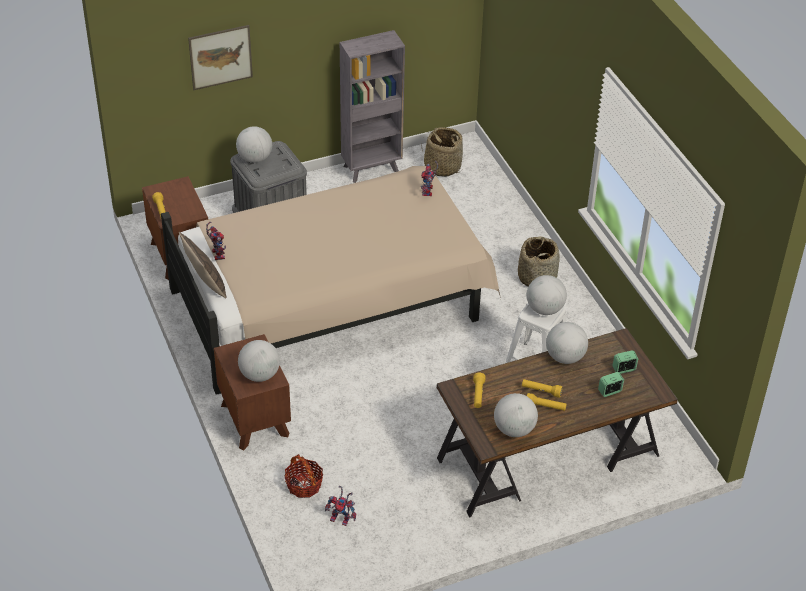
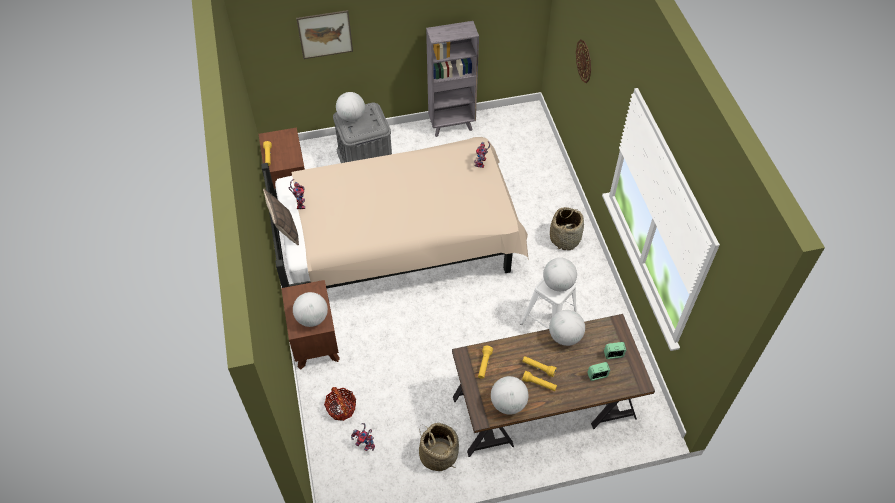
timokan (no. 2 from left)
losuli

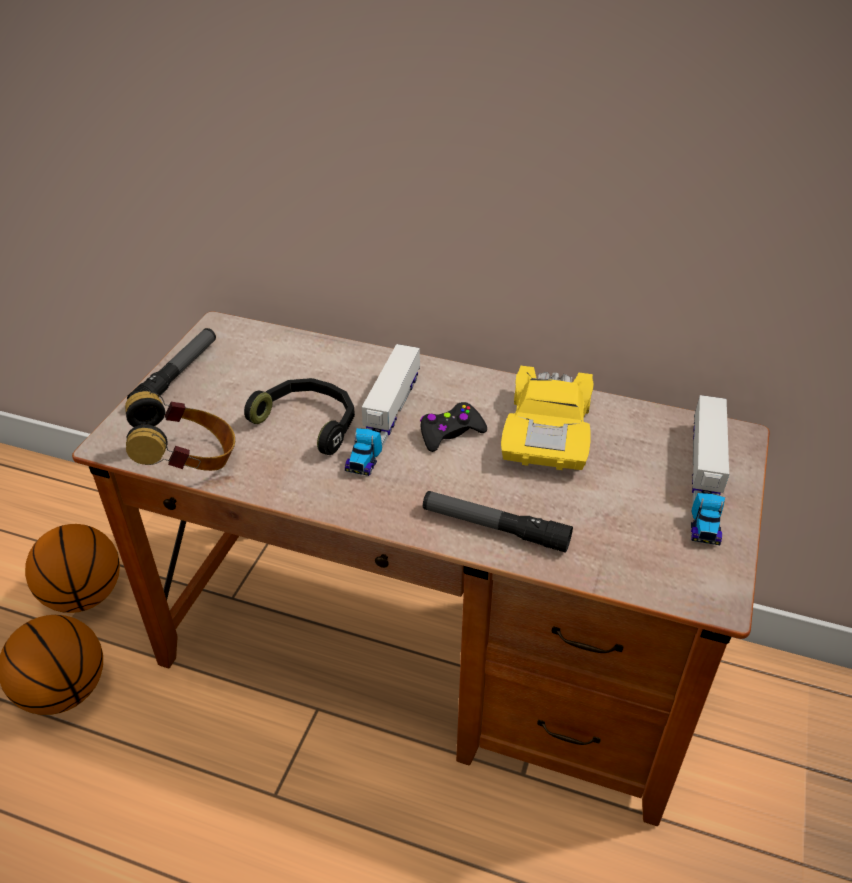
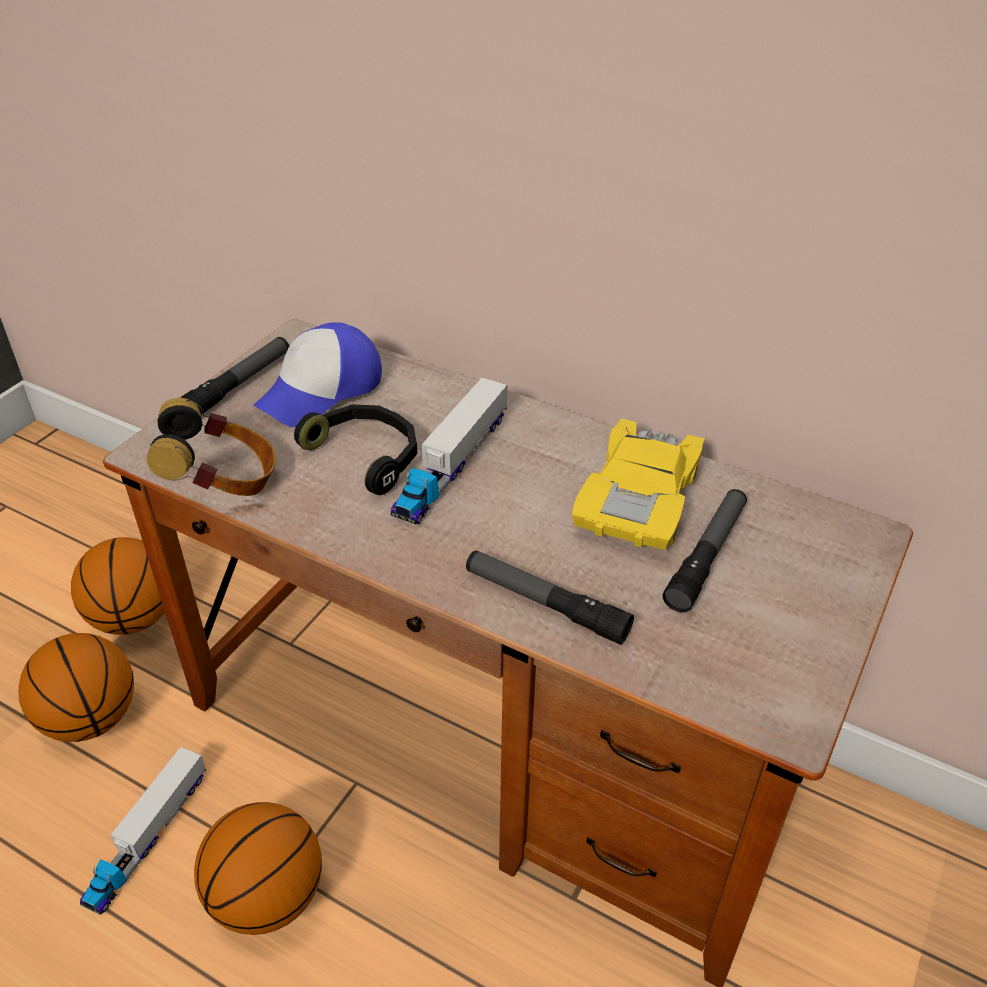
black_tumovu
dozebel (no. 1 from left)
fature (no. 3 from left)
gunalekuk
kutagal (no. 3 from left)

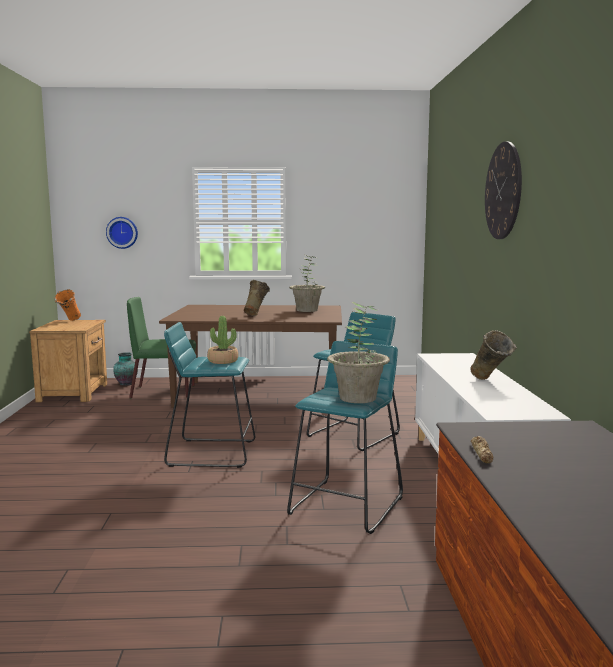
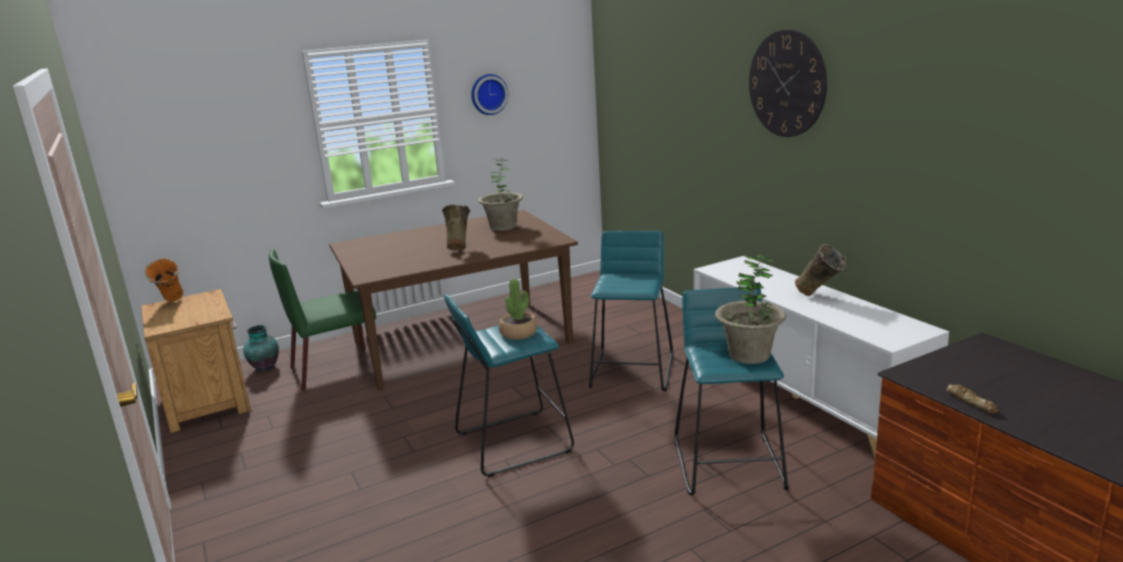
losuli (no. 1 from left)

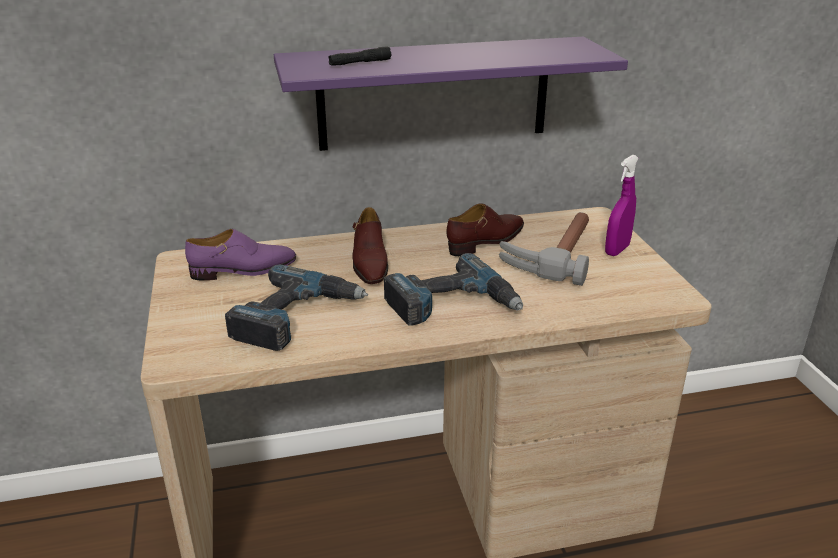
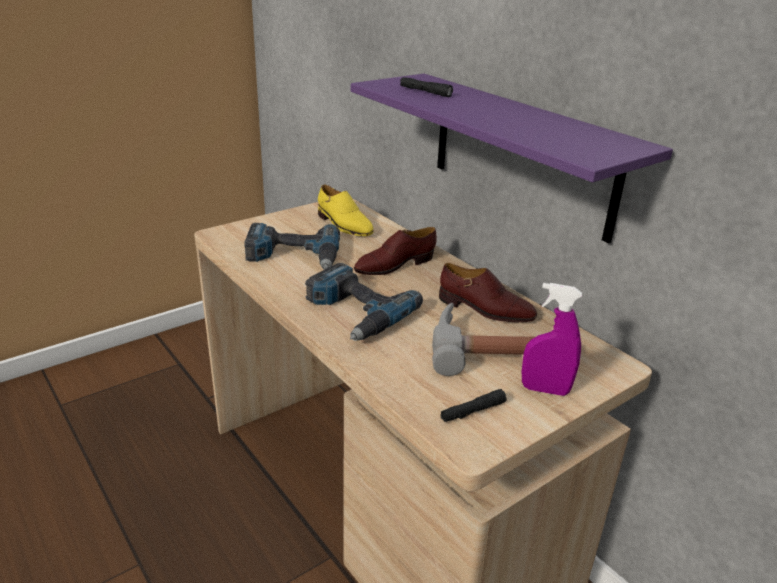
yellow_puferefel
black_kutagal (no. 2 from left)

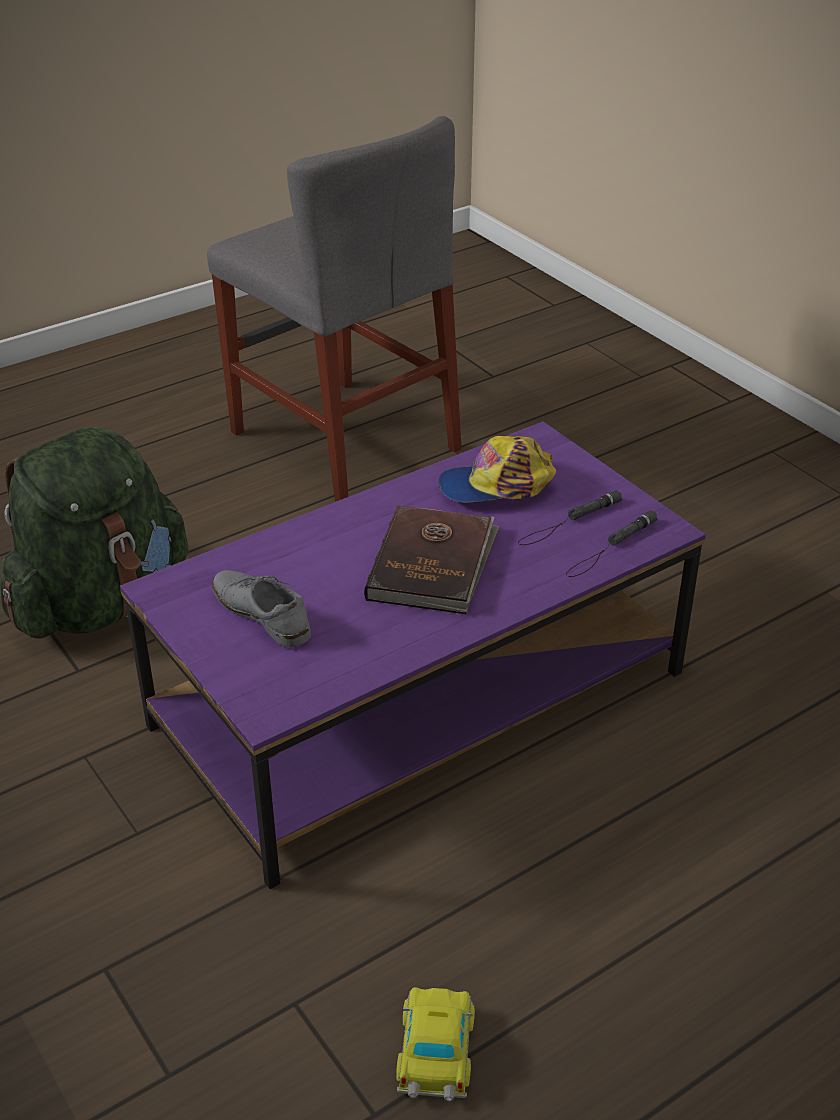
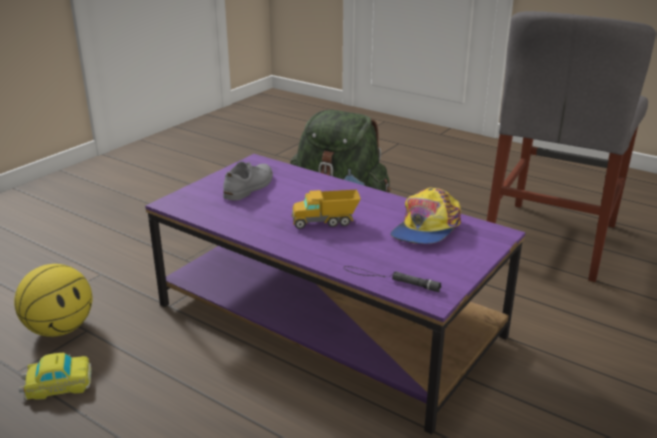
dozebel
gunalekuk
black_kutagal (no. 1 from left in the first image)
fature

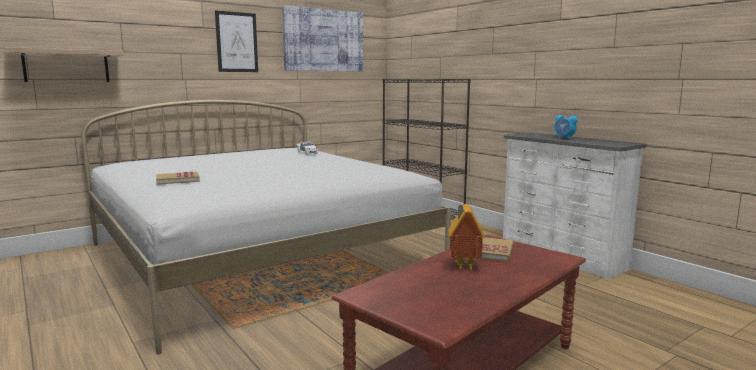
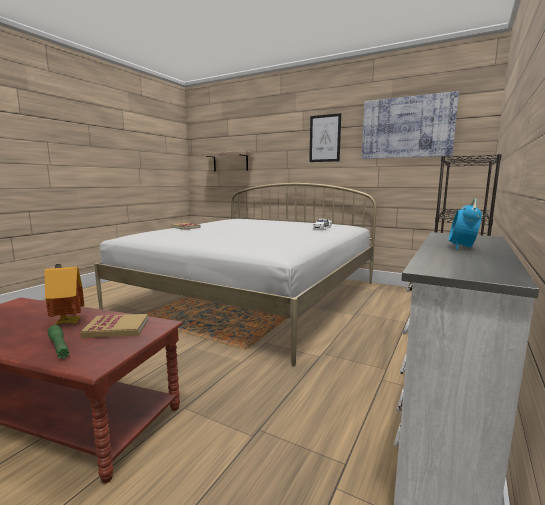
green_kutagal

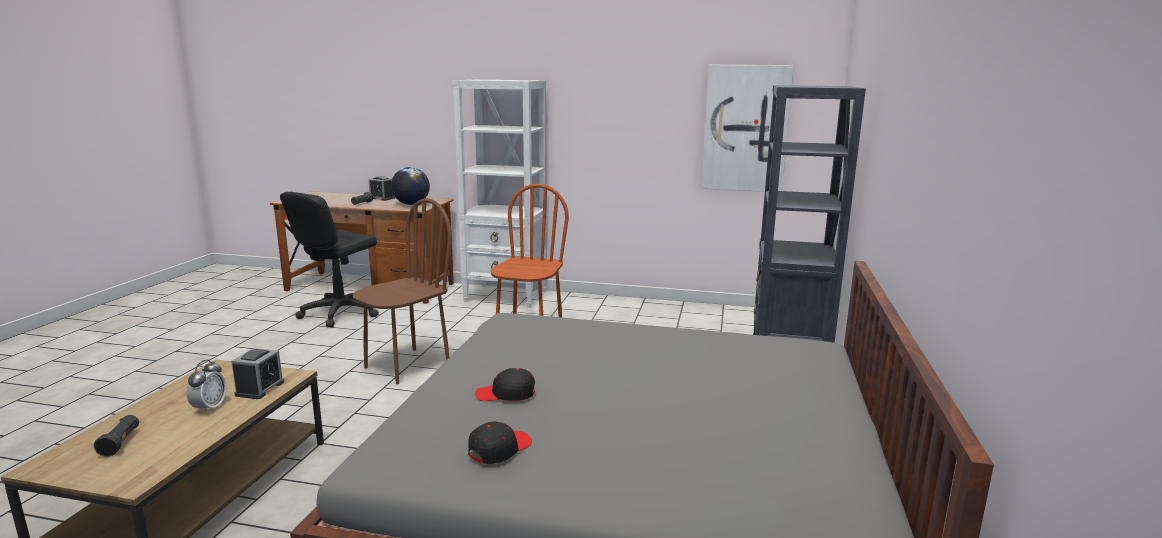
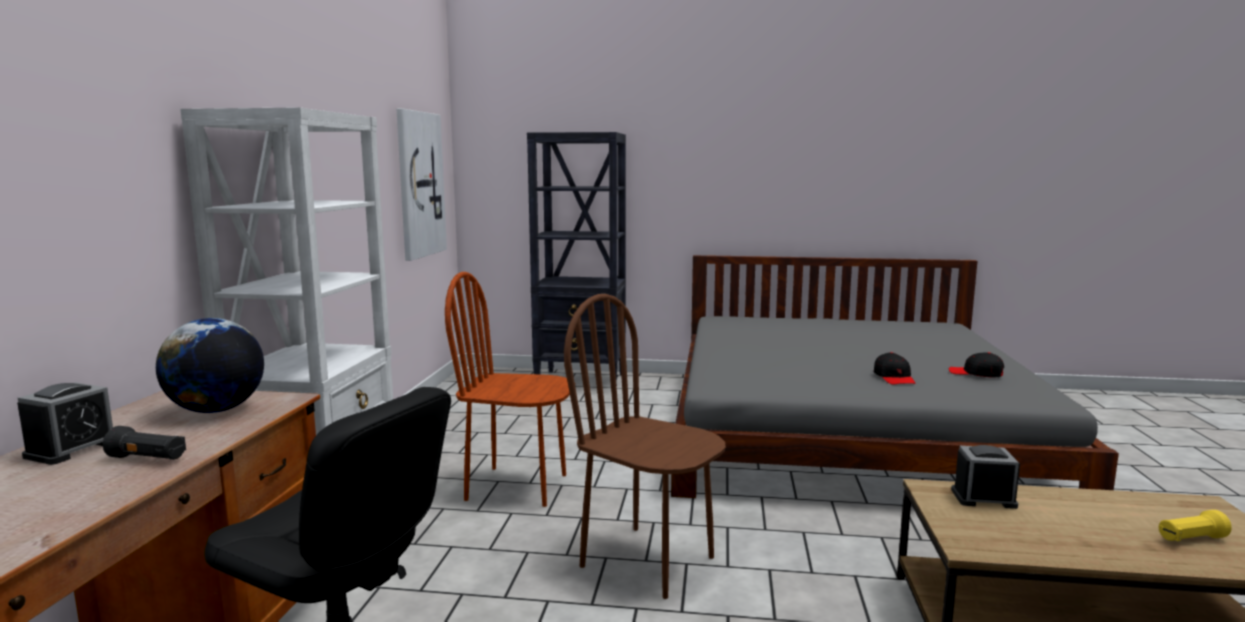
yellow_kutagal
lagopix (no. 1 from left in the first image)

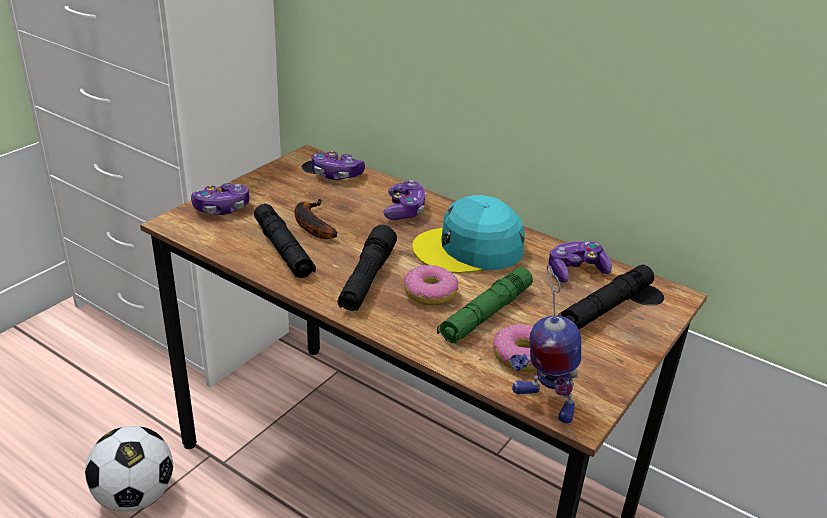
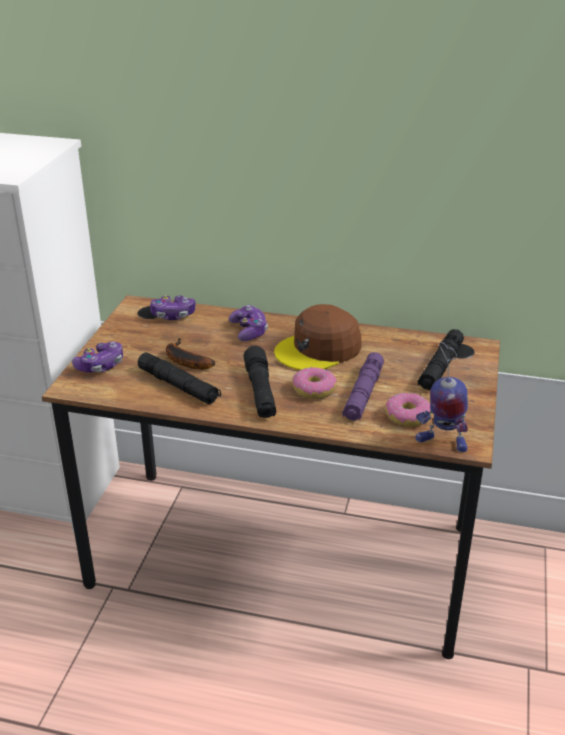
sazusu
brown_gunalekuk
purple_kutagal
tumovu (no. 4 from left in the first image)

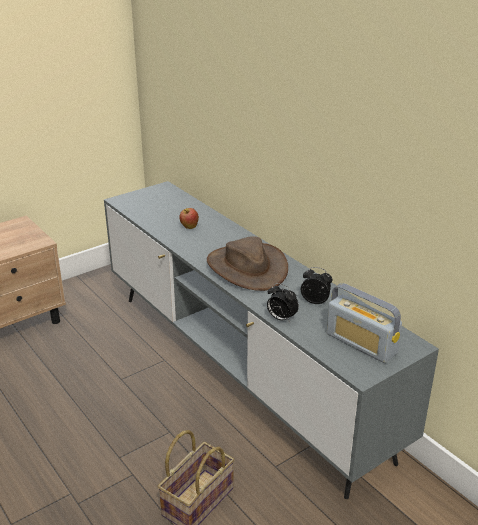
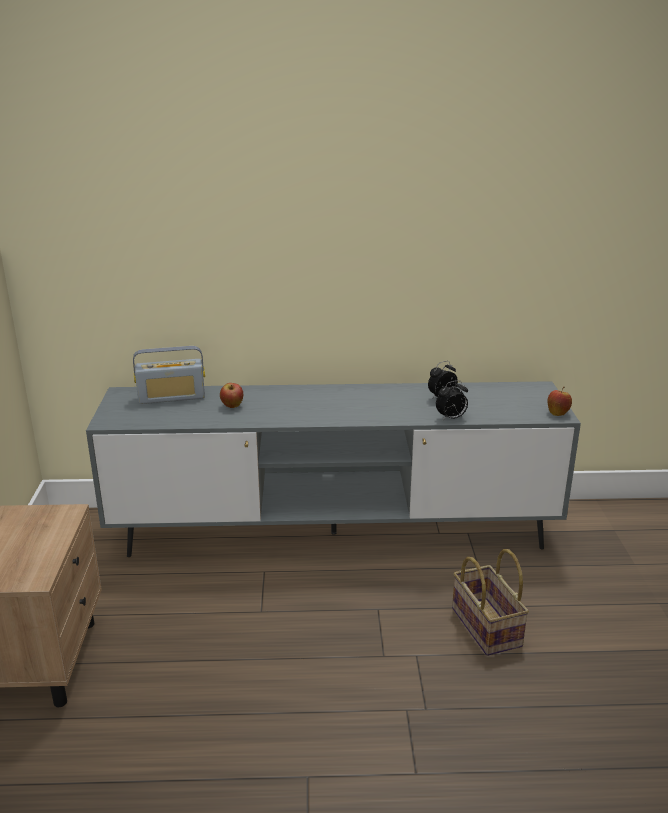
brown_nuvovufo
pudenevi
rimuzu (no. 2 from left)

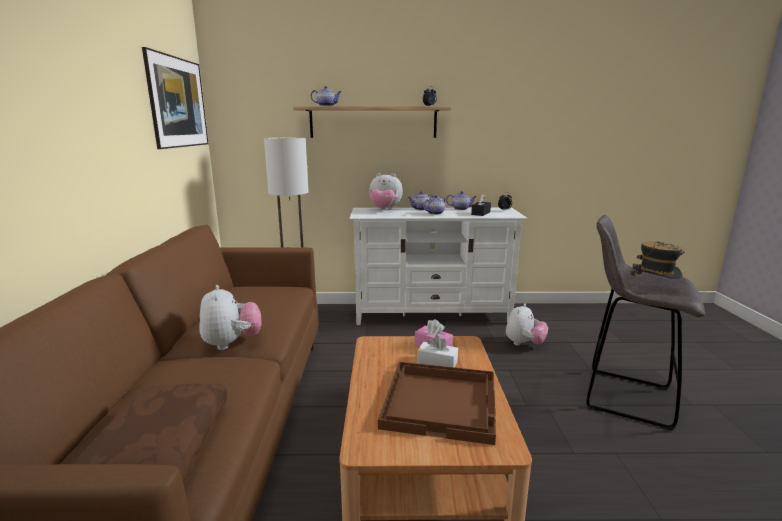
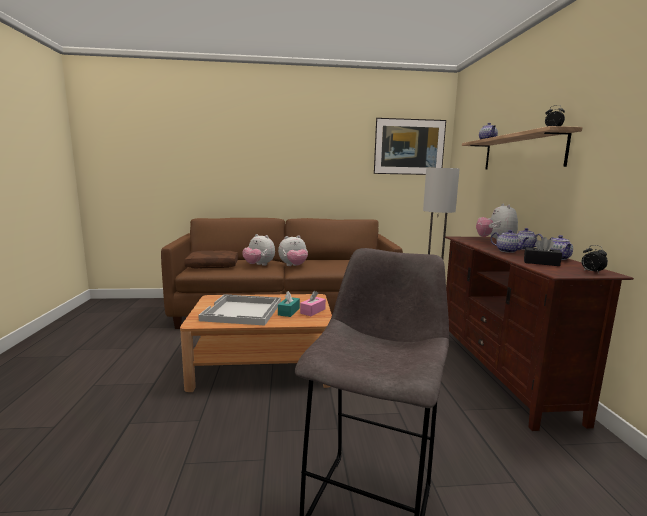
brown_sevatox
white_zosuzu
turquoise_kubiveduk
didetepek (no. 1 from left)
nuvovufo

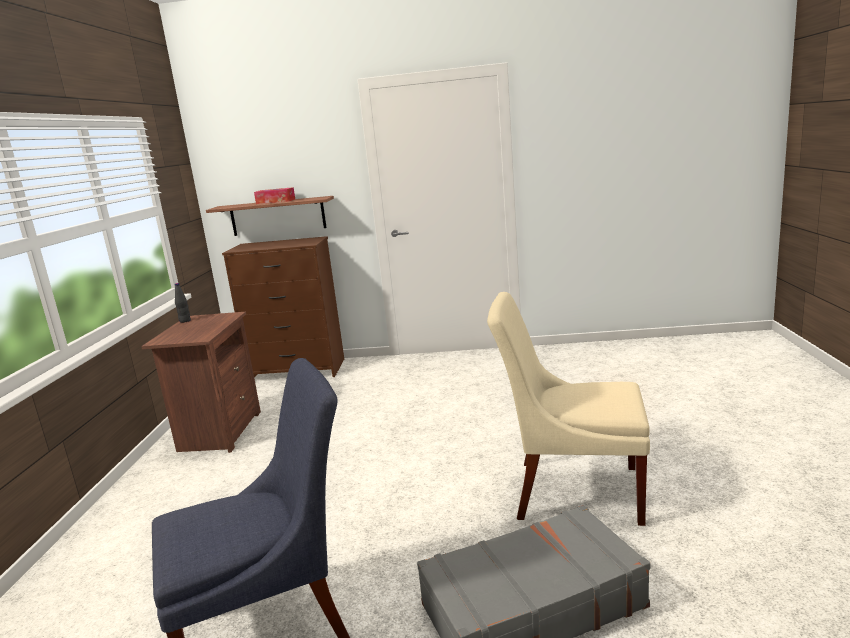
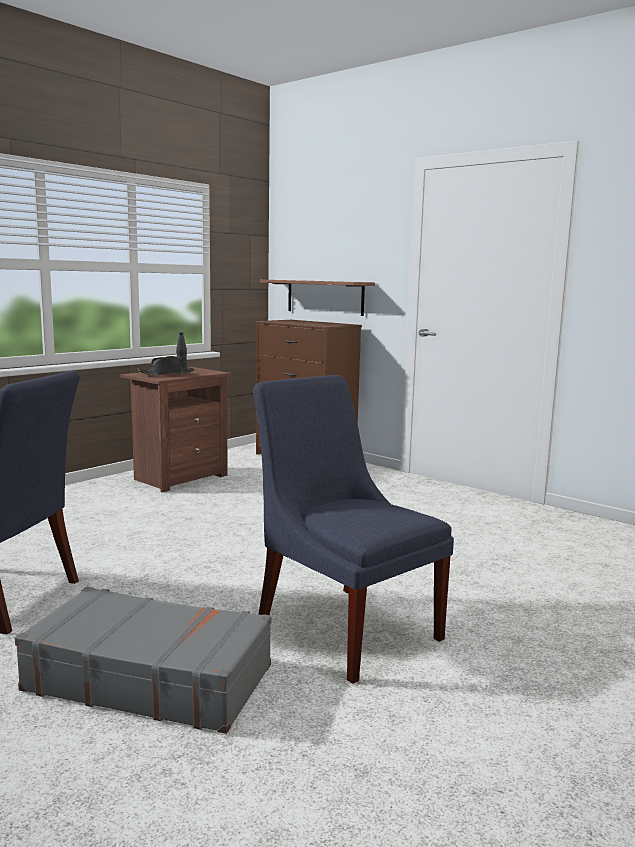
kubiveduk
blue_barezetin (no. 2 from left)
black_nuvovufo

